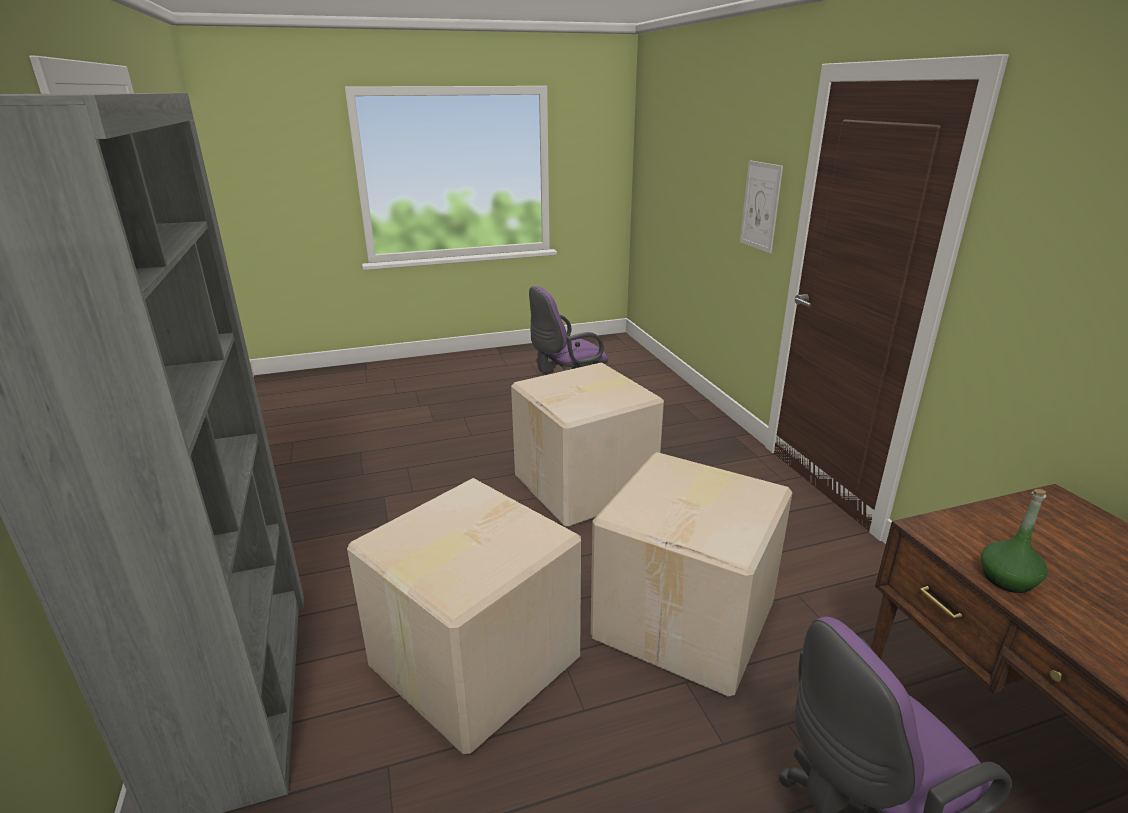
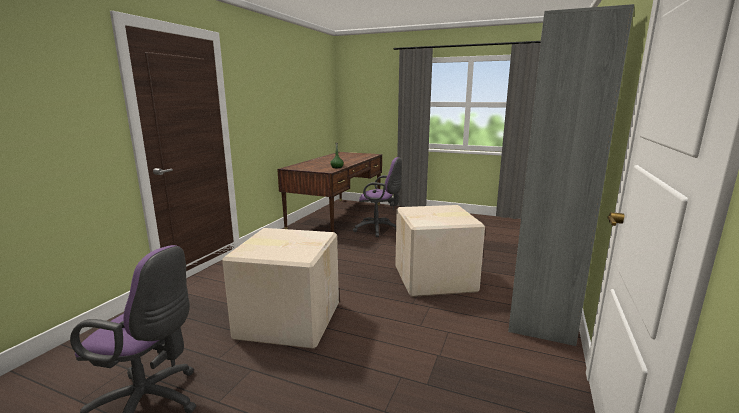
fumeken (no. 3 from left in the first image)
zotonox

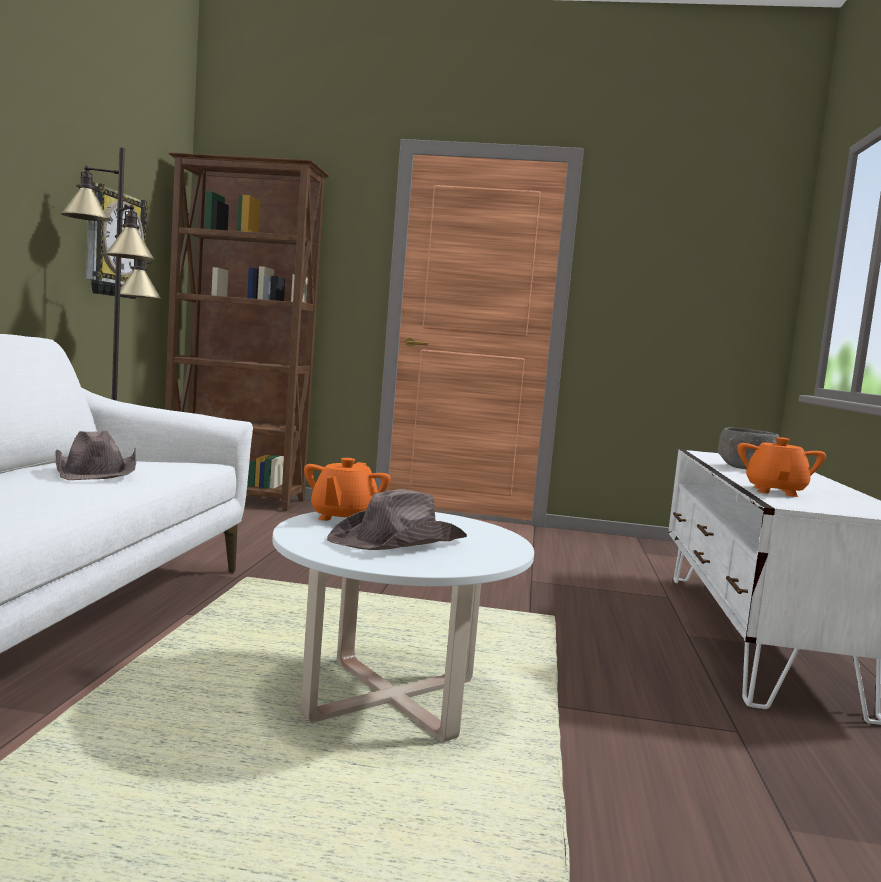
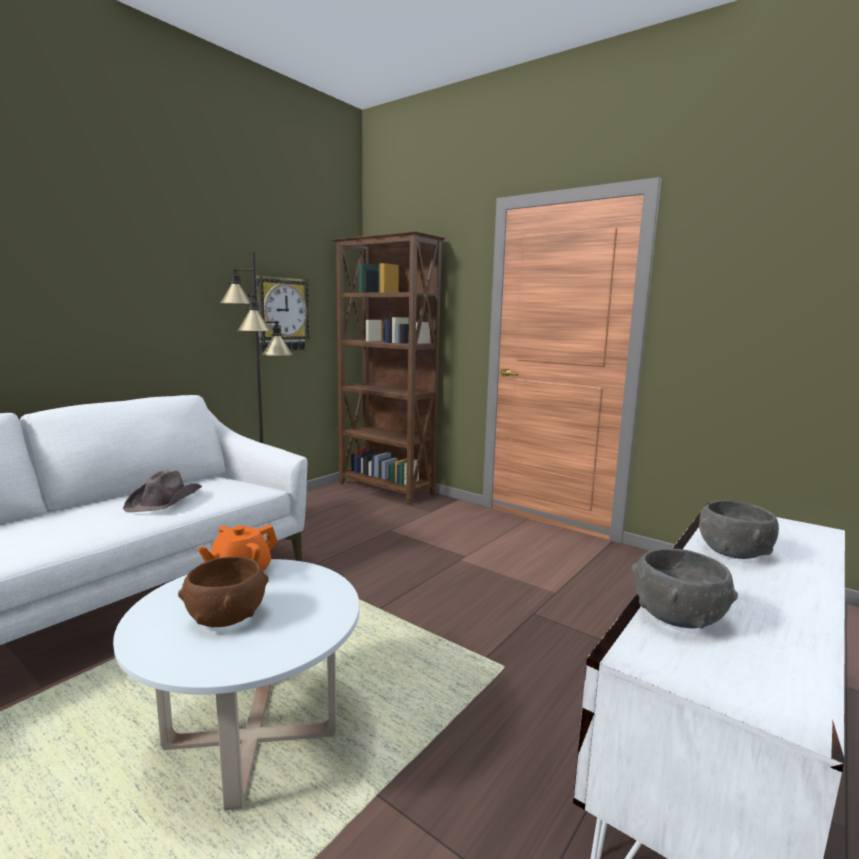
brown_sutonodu
grey_sutonodu (no. 1 from left)

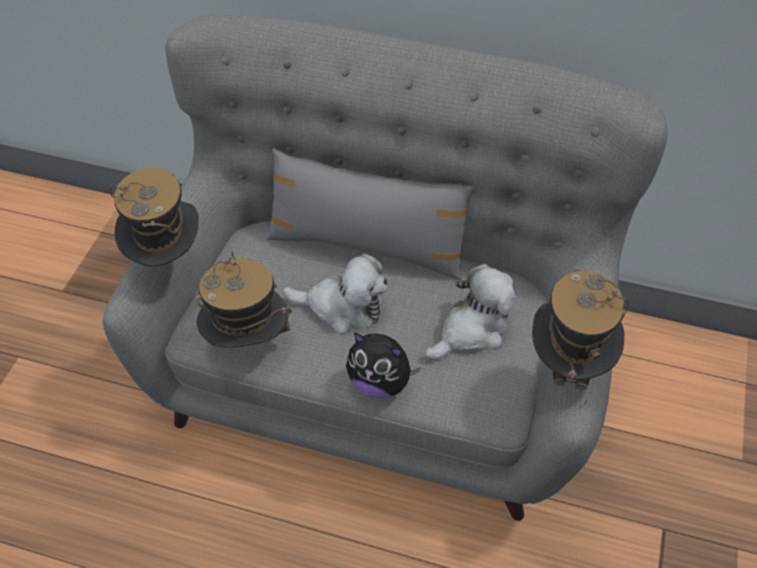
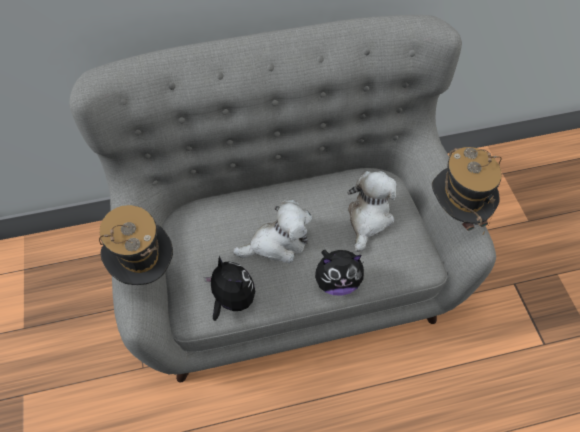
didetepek (no. 1 from left)
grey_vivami

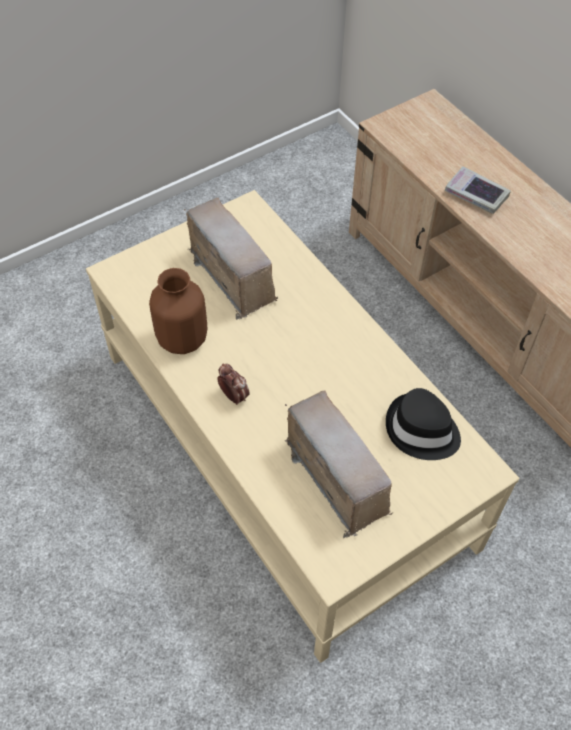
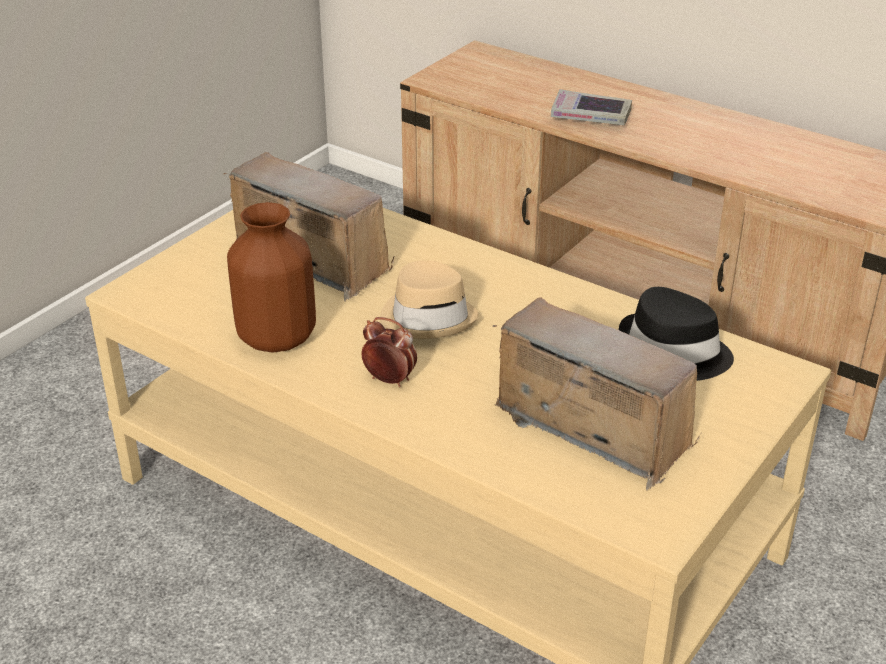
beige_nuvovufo

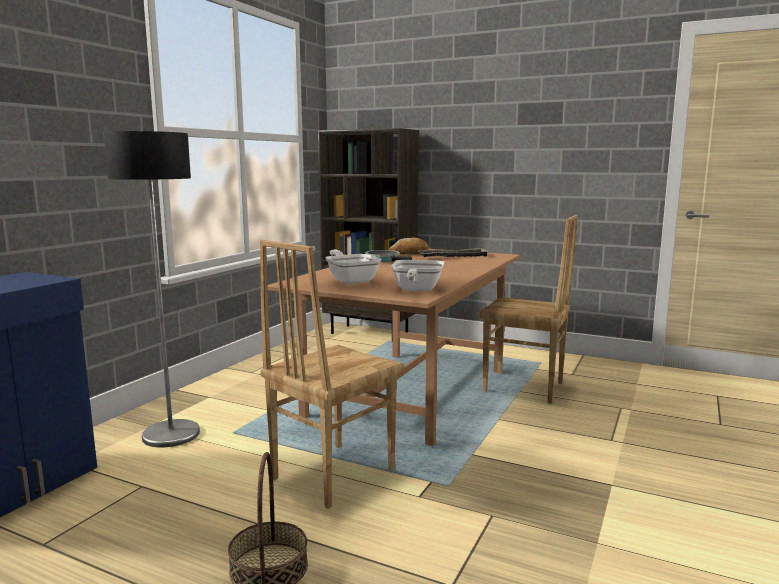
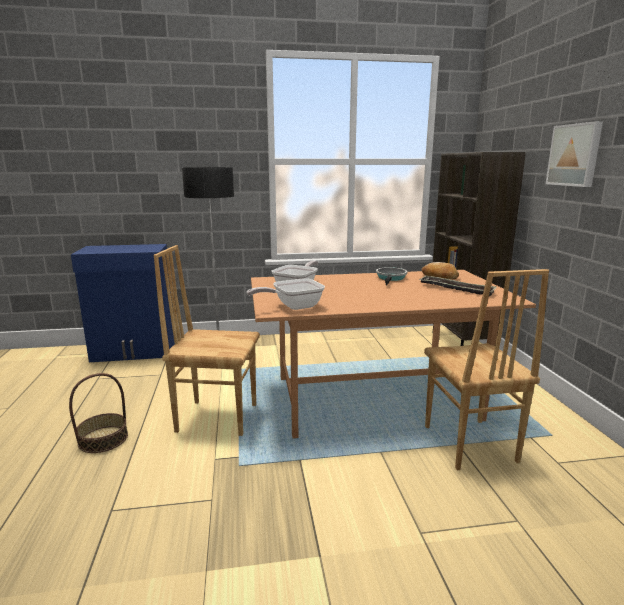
zotonox

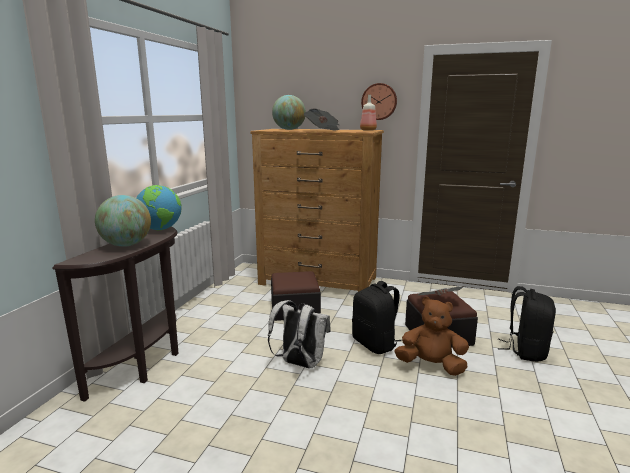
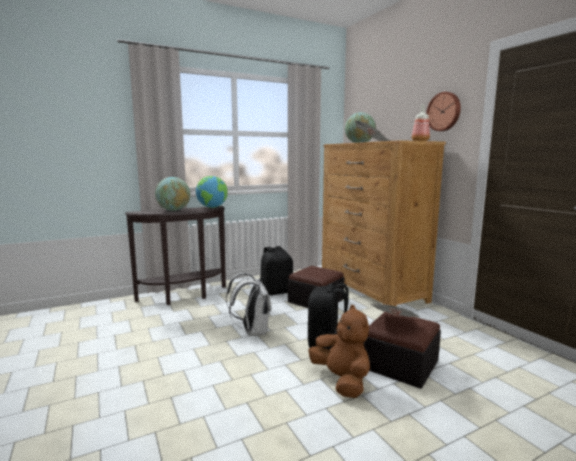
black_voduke (no. 1 from left)

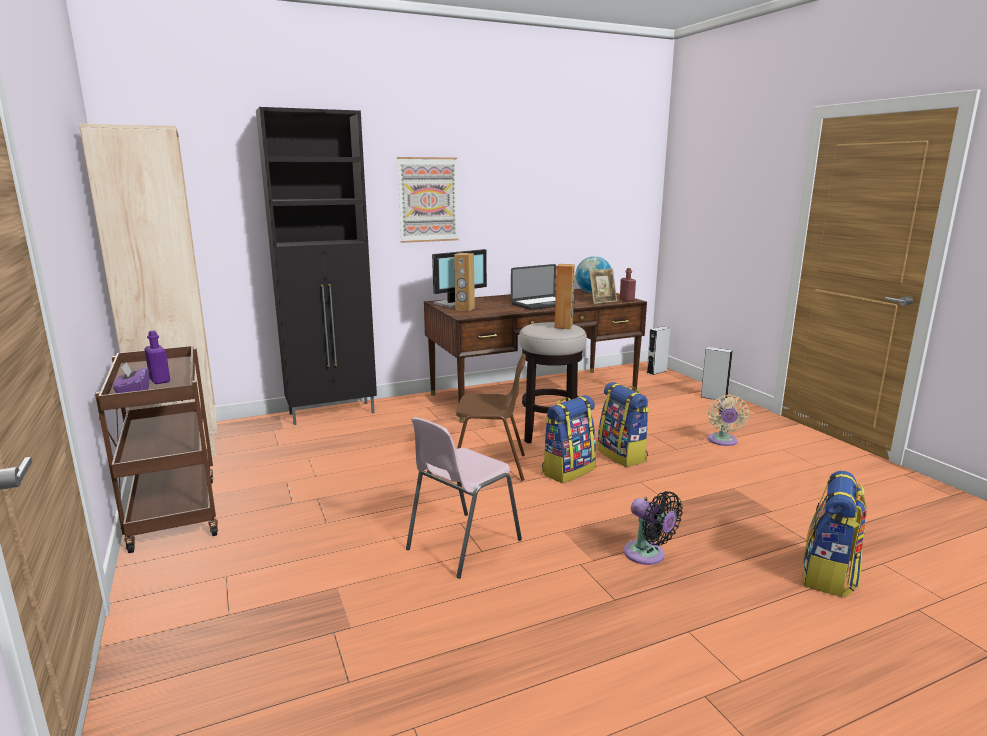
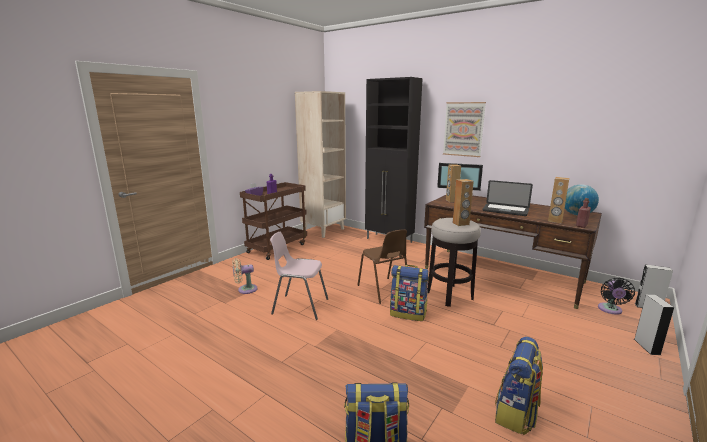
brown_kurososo (no. 3 from left)
voduke (no. 3 from left)
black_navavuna
beige_navavuna

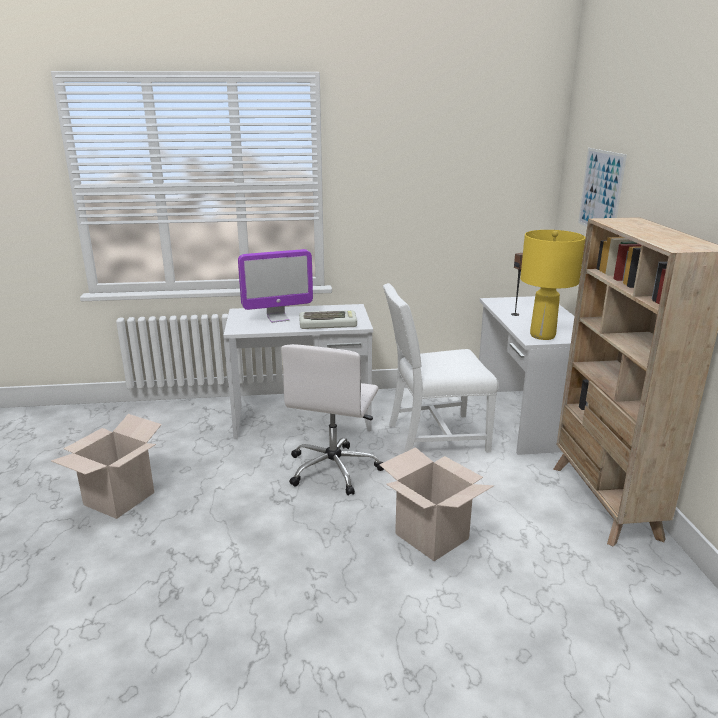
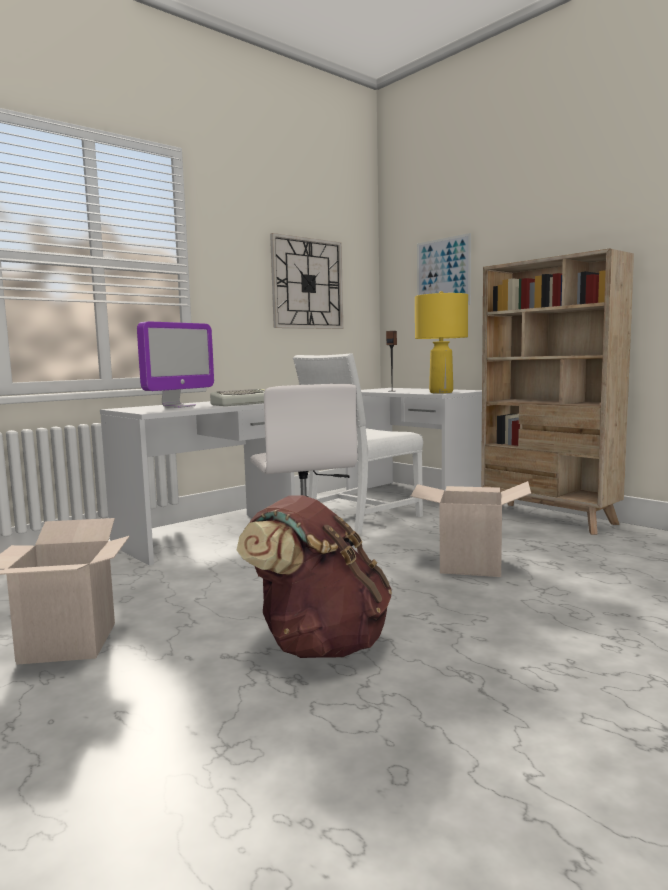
brown_voduke
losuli

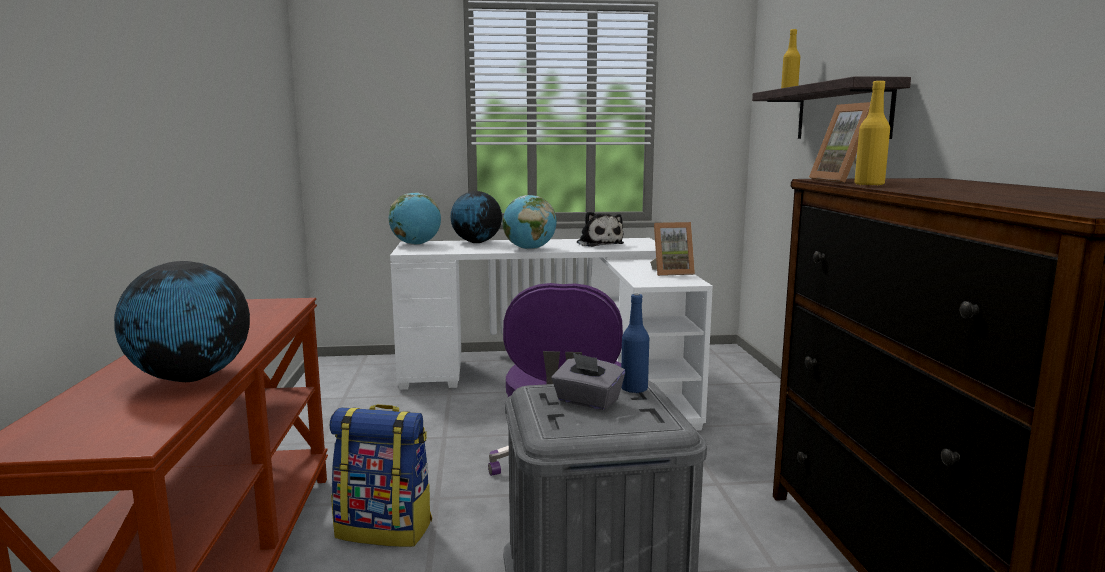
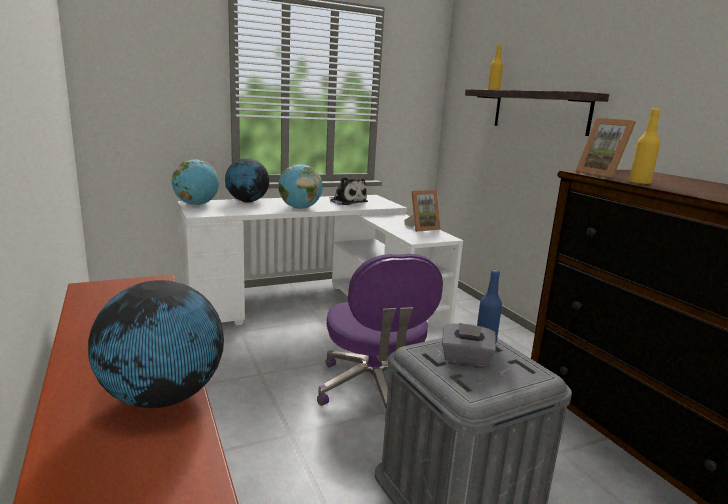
voduke

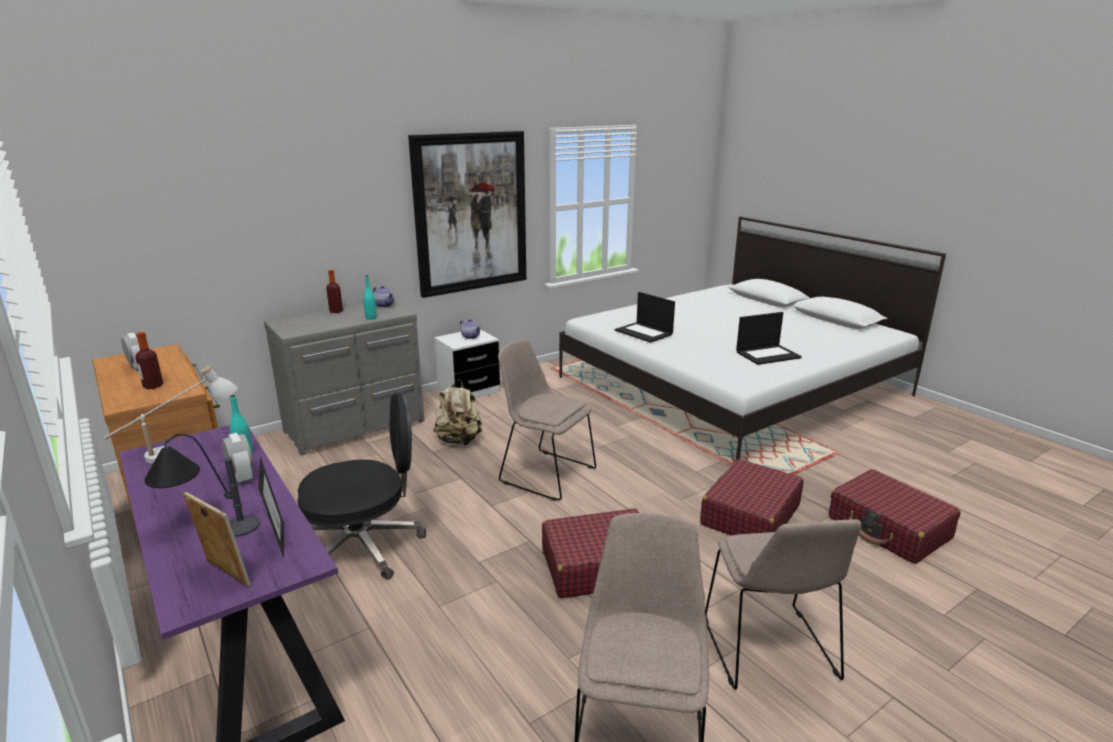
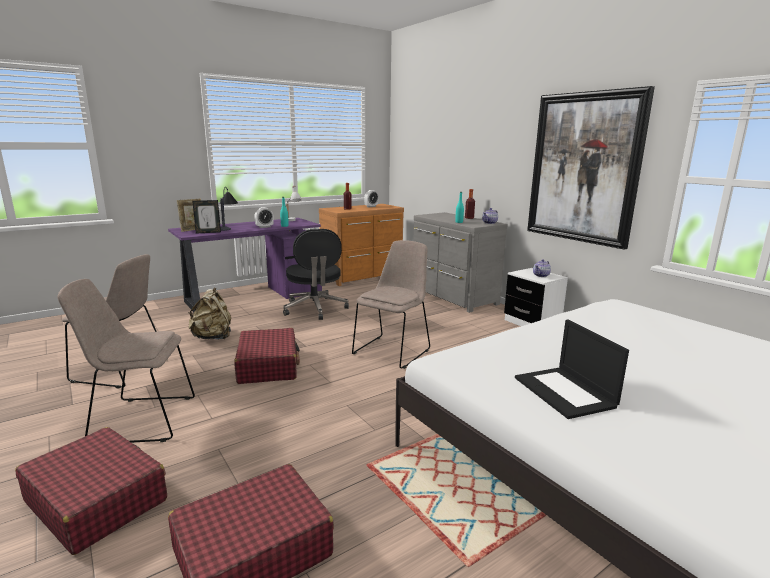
beige_voduke
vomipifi (no. 1 from left in the first image)
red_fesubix (no. 1 from left)

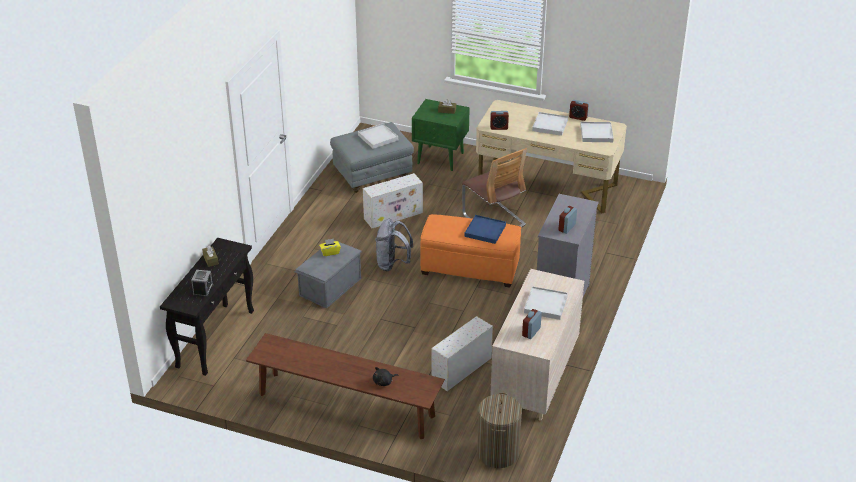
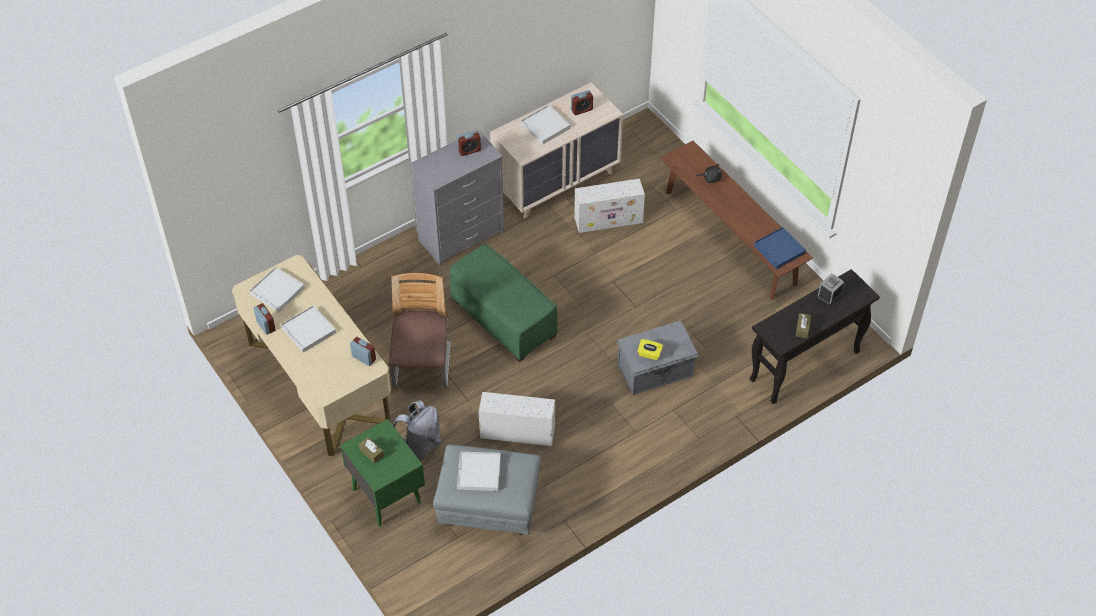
grey_voduke
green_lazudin
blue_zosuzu
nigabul

